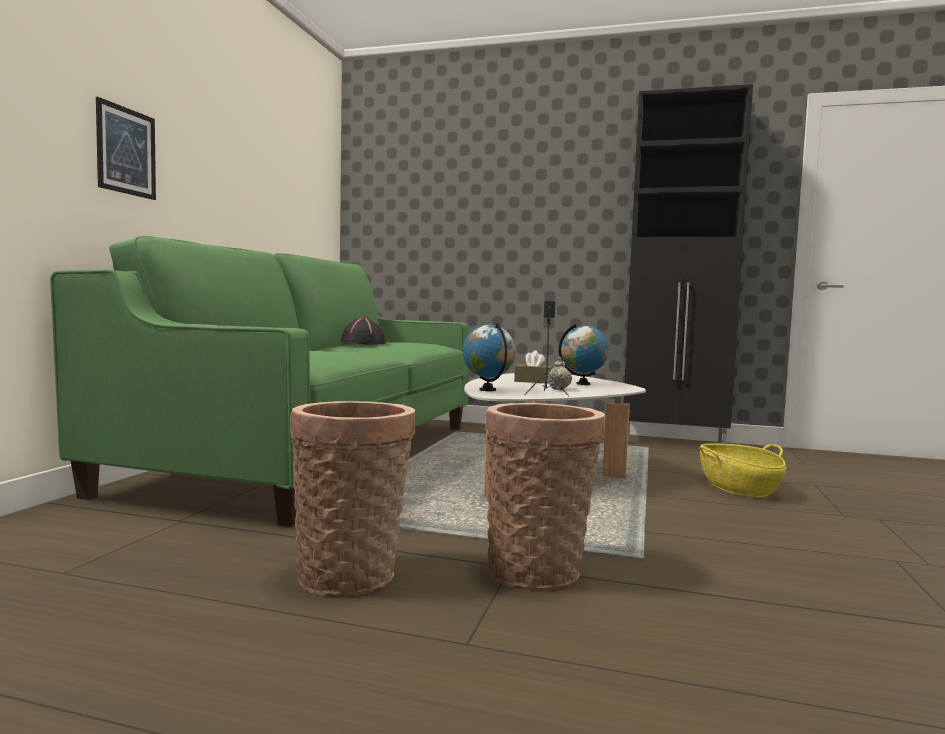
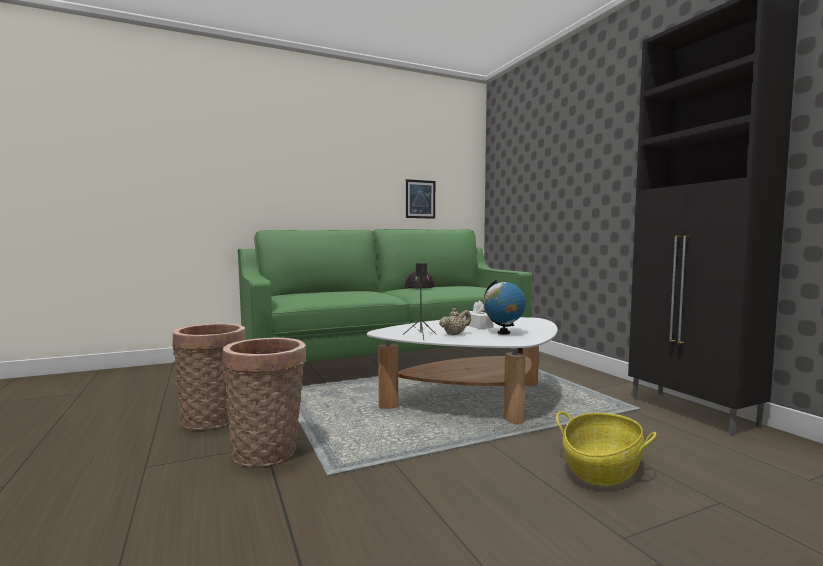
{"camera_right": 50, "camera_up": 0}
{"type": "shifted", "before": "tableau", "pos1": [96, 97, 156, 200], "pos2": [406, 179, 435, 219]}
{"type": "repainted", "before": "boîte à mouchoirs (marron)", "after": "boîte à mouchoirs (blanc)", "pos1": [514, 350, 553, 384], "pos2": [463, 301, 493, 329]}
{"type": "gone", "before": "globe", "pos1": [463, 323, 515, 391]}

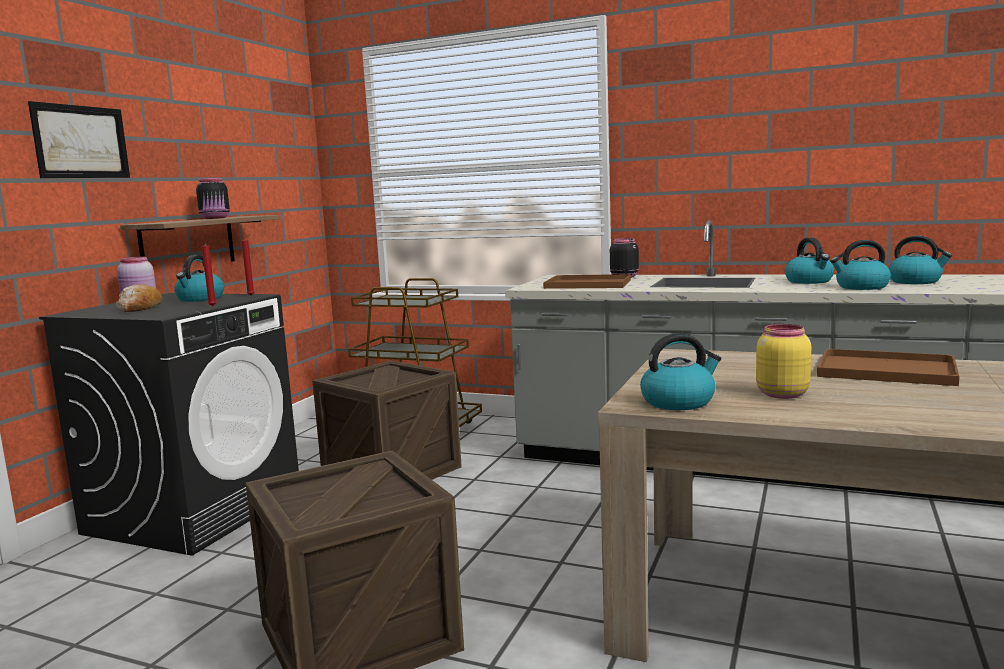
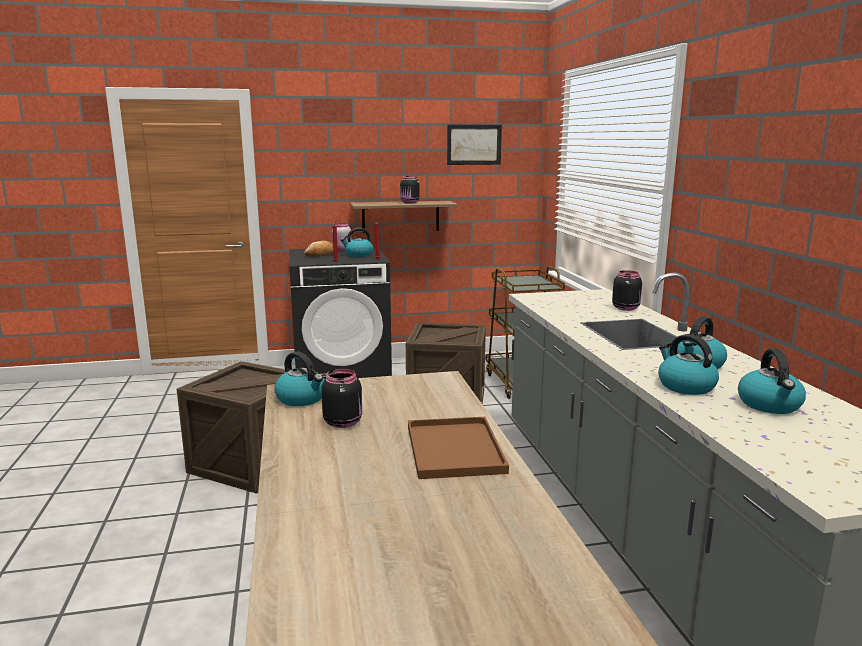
{"camera_right": 55, "camera_up": 5}
{"type": "repainted", "before": "bocal (jaune)", "after": "bocal (noir)", "pos1": [756, 324, 811, 399], "pos2": [321, 369, 362, 428]}
{"type": "shifted", "before": "tableau", "pos1": [28, 101, 130, 178], "pos2": [447, 124, 502, 165]}
{"type": "gone", "before": "plateau (marron)", "pos1": [543, 274, 631, 289]}

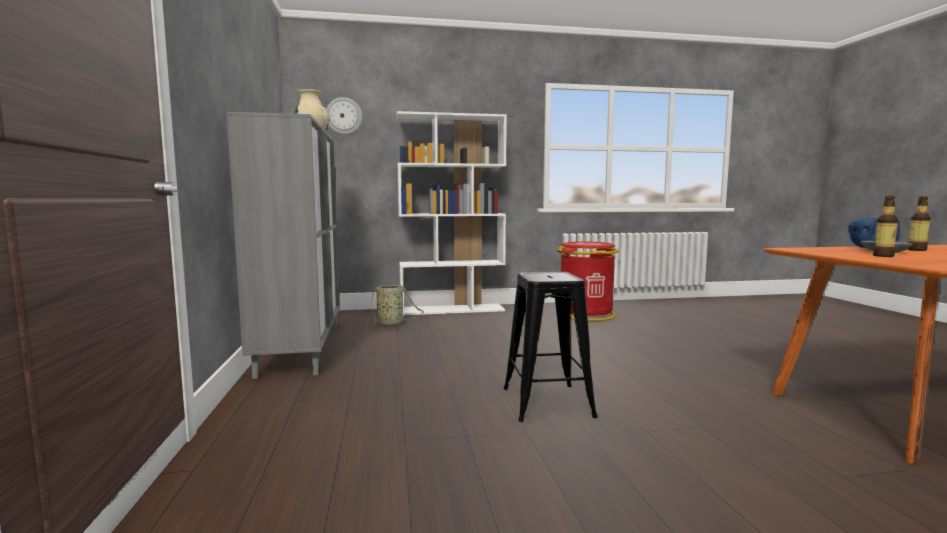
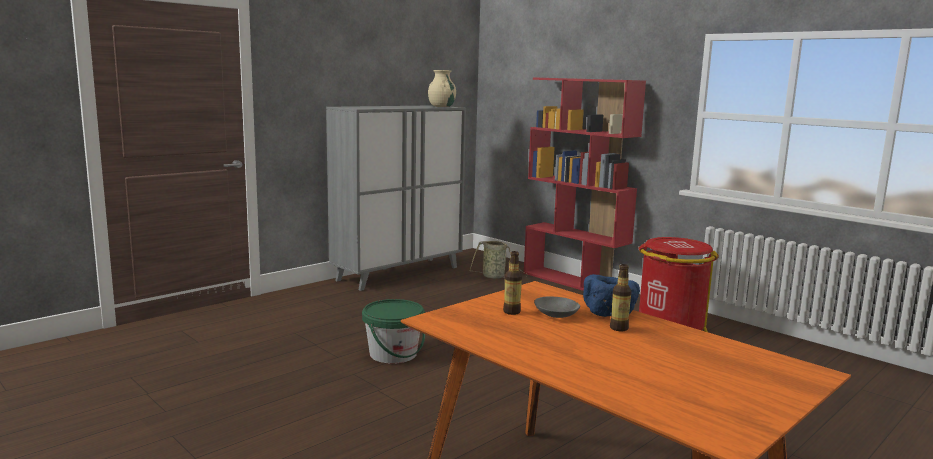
{"camera_right": 55, "camera_up": 5}
{"type": "swapped", "before": "tabouret (noir)", "after": "seau (vert)", "pos1": [503, 272, 597, 422], "pos2": [362, 299, 425, 364]}
{"type": "repainted", "before": "bibliothèque (blanc)", "after": "bibliothèque (rouge)", "pos1": [396, 111, 507, 315], "pos2": [524, 77, 646, 291]}
{"type": "gone", "before": "horloge murale", "pos1": [326, 97, 363, 135]}

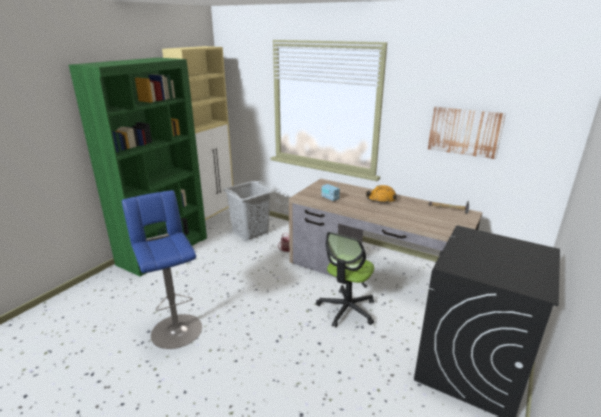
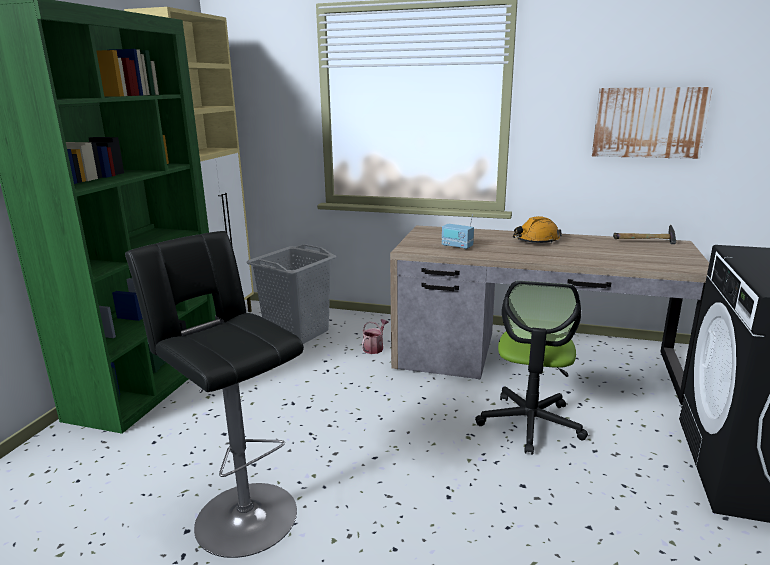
{"camera_right": -15, "camera_up": -5}
{"type": "repainted", "before": "tabouret (bleu)", "after": "tabouret (noir)", "pos1": [122, 190, 202, 349], "pos2": [125, 231, 304, 558]}

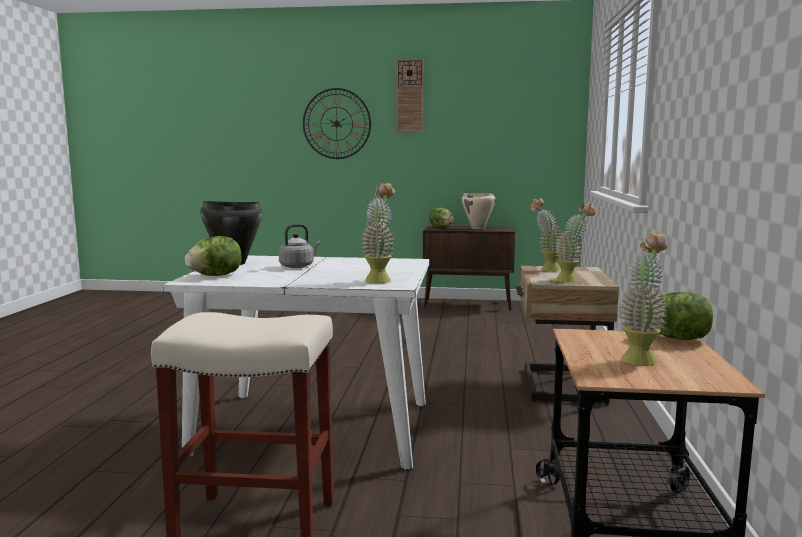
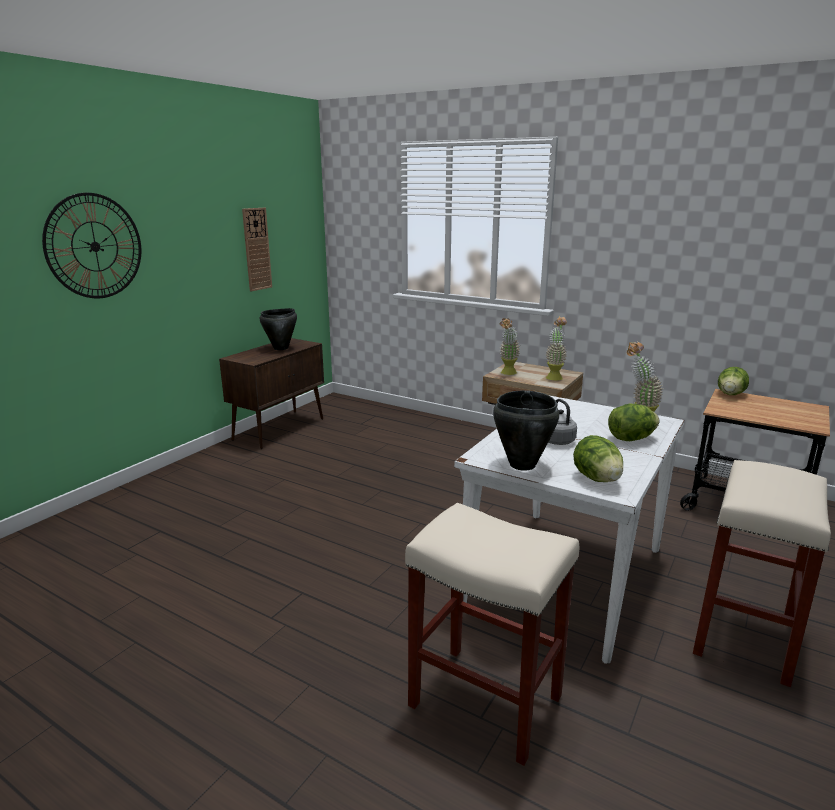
{"camera_right": -65, "camera_up": 10}
{"type": "shifted", "before": "horloge murale", "pos1": [396, 59, 423, 132], "pos2": [242, 208, 272, 291]}
{"type": "repainted", "before": "marmite (beige)", "after": "marmite (noir)", "pos1": [462, 193, 495, 229], "pos2": [260, 308, 297, 350]}
{"type": "new", "after": "tabouret (beige)", "pos2": [405, 503, 579, 766]}
{"type": "shifted", "before": "laitue", "pos1": [429, 207, 454, 228], "pos2": [608, 404, 660, 441]}
{"type": "gone", "before": "plante en pot", "pos1": [619, 233, 668, 366]}

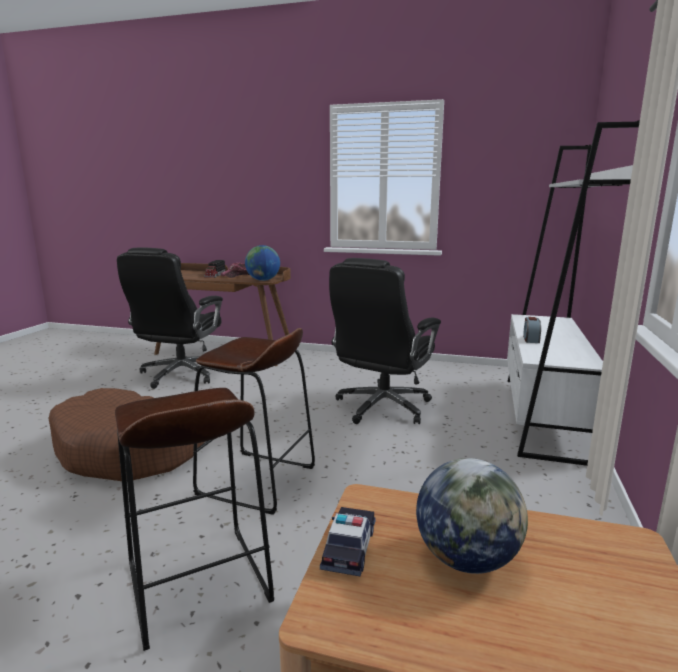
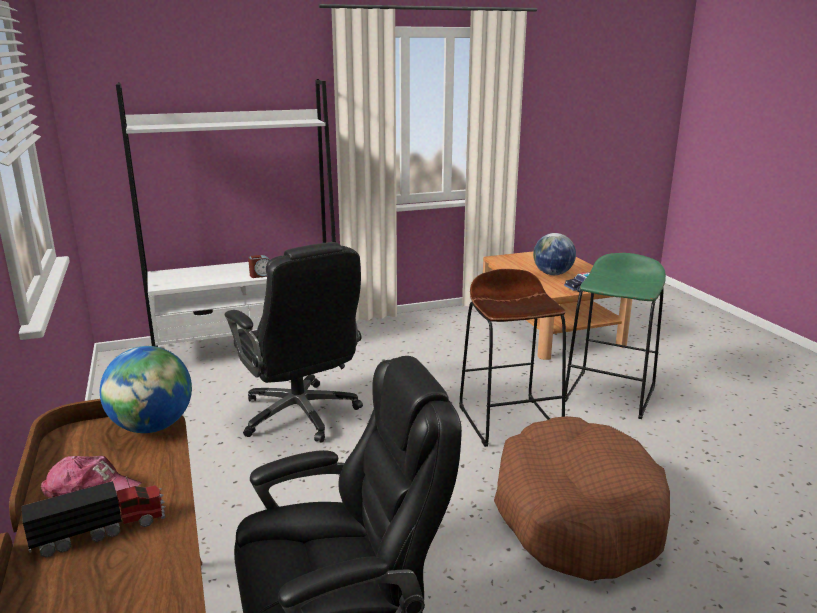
{"camera_right": -125, "camera_up": 5}
{"type": "rotated", "before": "chaise de bureau (noir)", "pos1": [329, 258, 441, 424], "pos2": [225, 242, 363, 443], "turn": 60}
{"type": "repainted", "before": "tabouret (marron)", "after": "tabouret (vert)", "pos1": [115, 388, 274, 651], "pos2": [565, 253, 666, 419]}

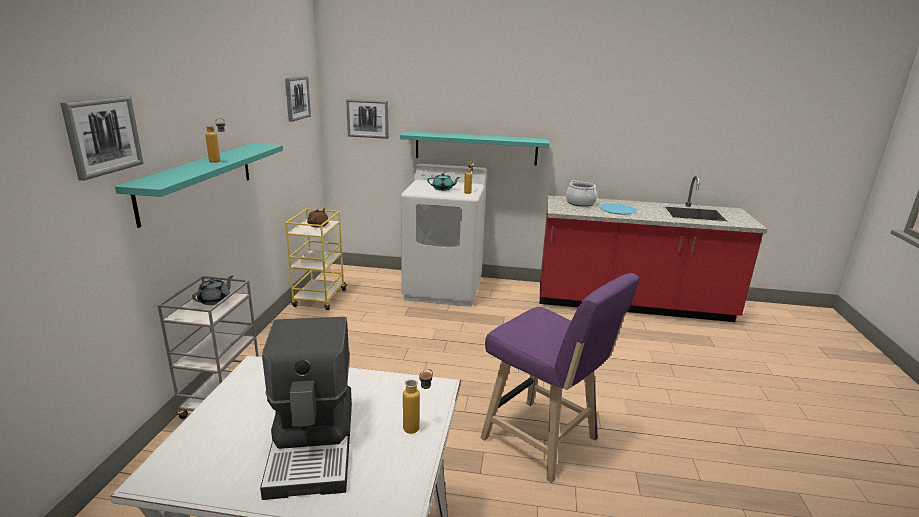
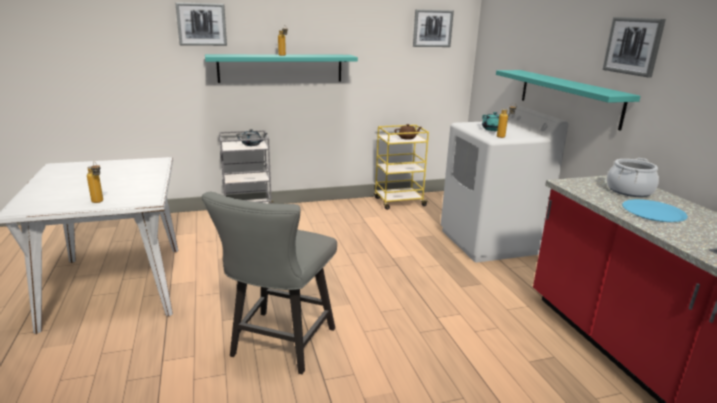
{"camera_right": 65, "camera_up": 0}
{"type": "swapped", "before": "tabouret (violet)", "after": "chaise (gris)", "pos1": [480, 273, 639, 483], "pos2": [202, 192, 337, 374]}
{"type": "shifted", "before": "tableau", "pos1": [346, 99, 389, 139], "pos2": [602, 17, 666, 78]}
{"type": "gone", "before": "machine à café", "pos1": [260, 317, 352, 500]}

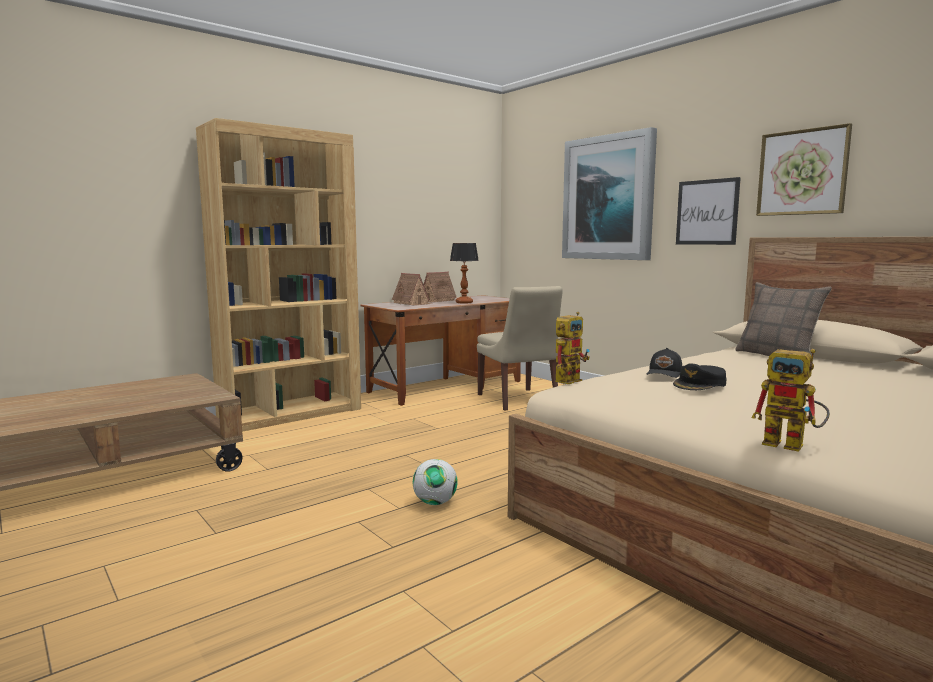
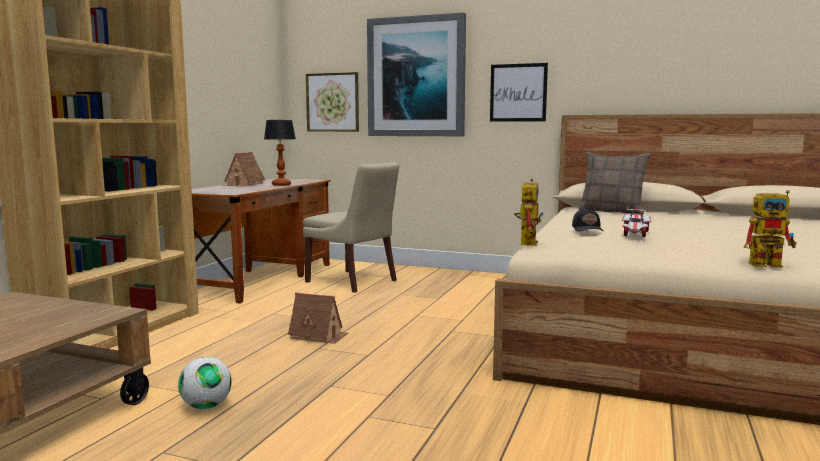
{"camera_right": -30, "camera_up": 0}
{"type": "shifted", "before": "ballon de foot", "pos1": [413, 459, 458, 505], "pos2": [178, 357, 232, 409]}
{"type": "shifted", "before": "maison miniature", "pos1": [392, 273, 432, 306], "pos2": [288, 292, 348, 344]}
{"type": "shifted", "before": "tableau", "pos1": [756, 123, 852, 216], "pos2": [306, 72, 359, 132]}
{"type": "swapped", "before": "casquette (noir)", "after": "petite voiture", "pos1": [673, 363, 727, 390], "pos2": [622, 207, 651, 237]}

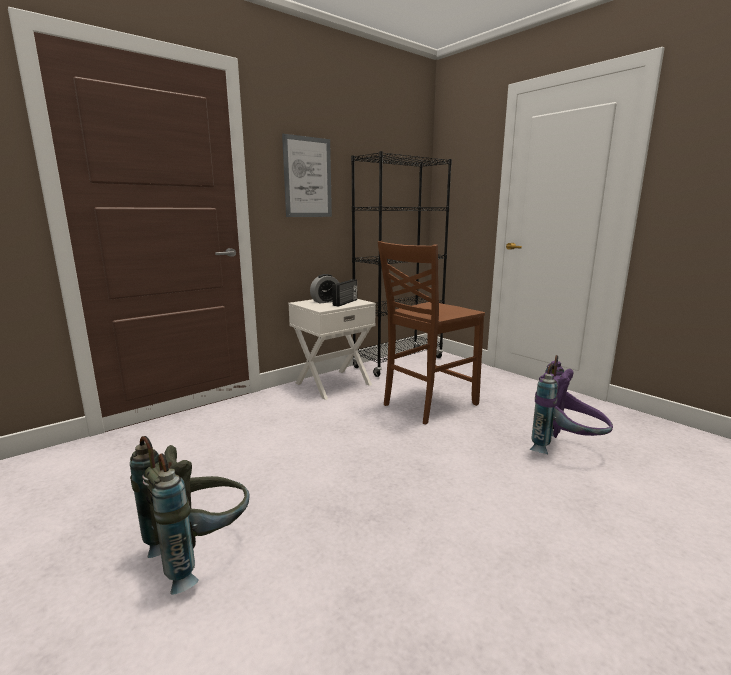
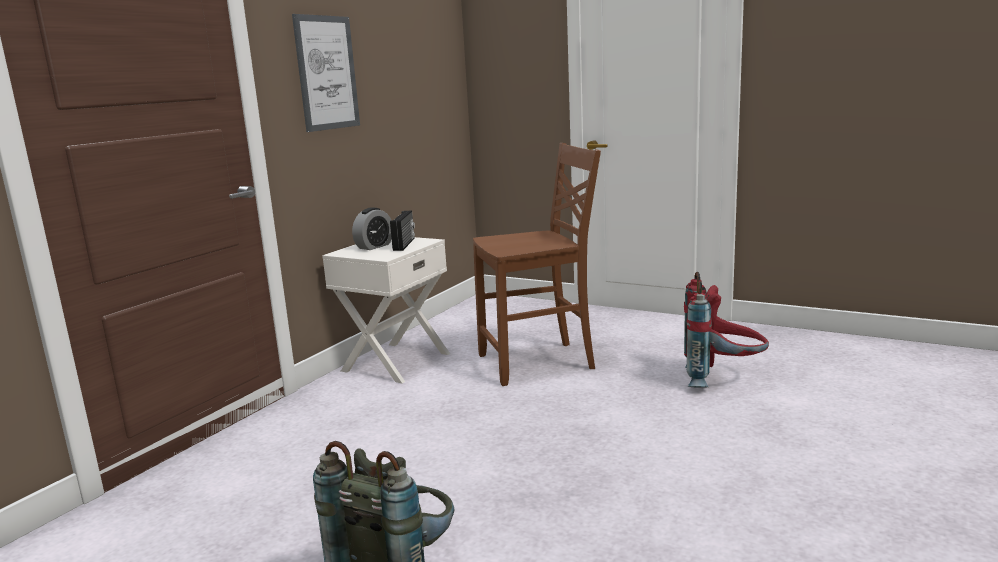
{"camera_right": -20, "camera_up": 0}
{"type": "rotated", "before": "chaise (marron)", "pos1": [378, 241, 485, 424], "pos2": [473, 143, 601, 386], "turn": -135}
{"type": "repainted", "before": "sac à dos (violet)", "after": "sac à dos (rouge)", "pos1": [530, 355, 613, 454], "pos2": [684, 272, 769, 388]}
{"type": "gone", "before": "bibliothèque (noir)", "pos1": [351, 151, 452, 377]}

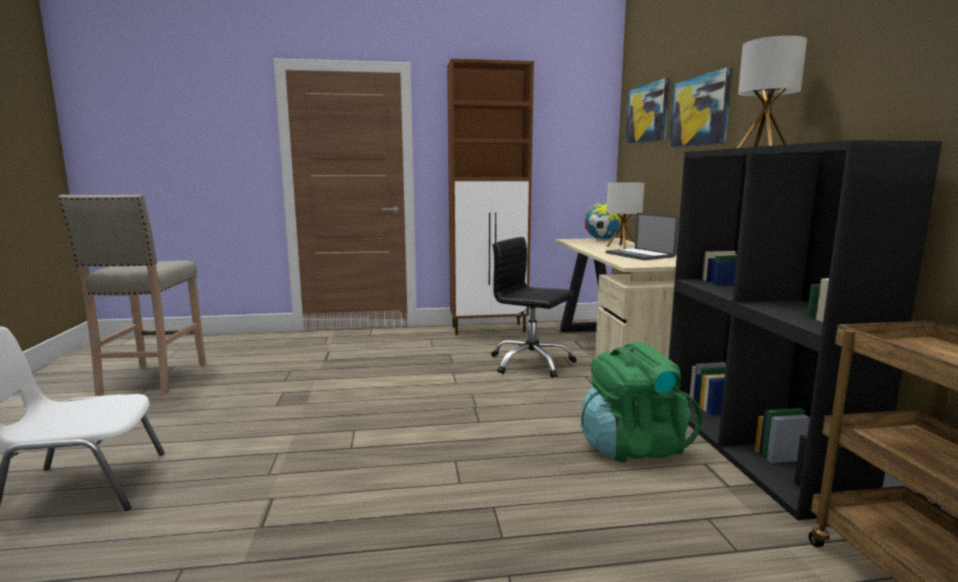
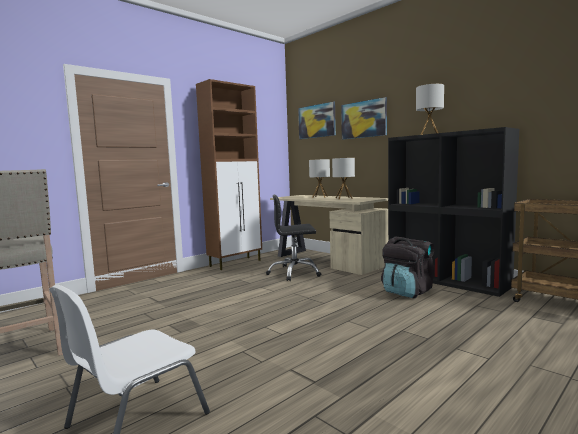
{"camera_right": -35, "camera_up": -5}
{"type": "swapped", "before": "ordinateur portable", "after": "lampe de table", "pos1": [606, 213, 679, 260], "pos2": [332, 158, 355, 199]}
{"type": "repainted", "before": "sac à dos (vert)", "after": "sac à dos (noir)", "pos1": [581, 341, 702, 462], "pos2": [381, 237, 434, 299]}
{"type": "gone", "before": "globe", "pos1": [585, 203, 623, 241]}

